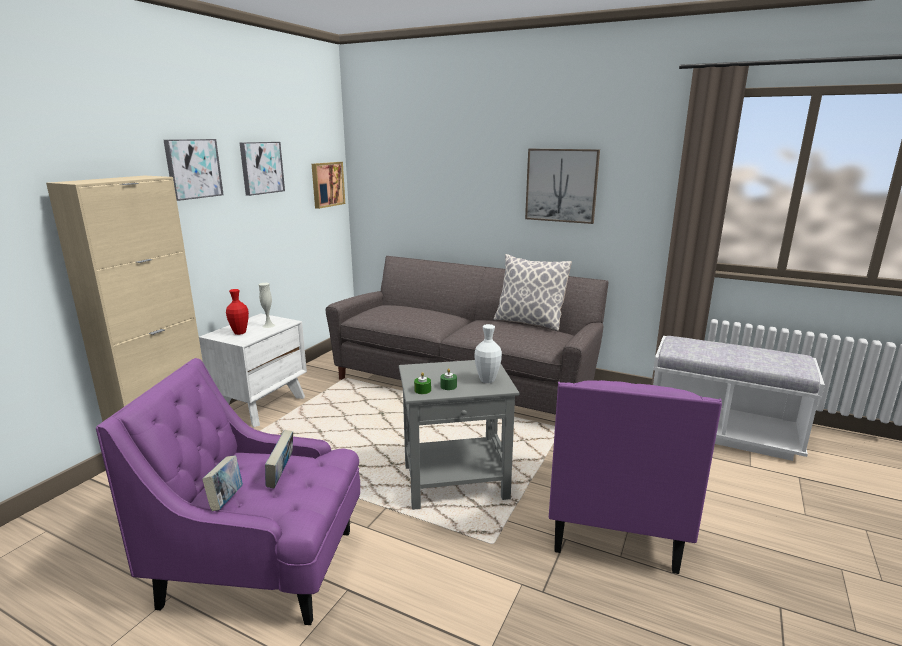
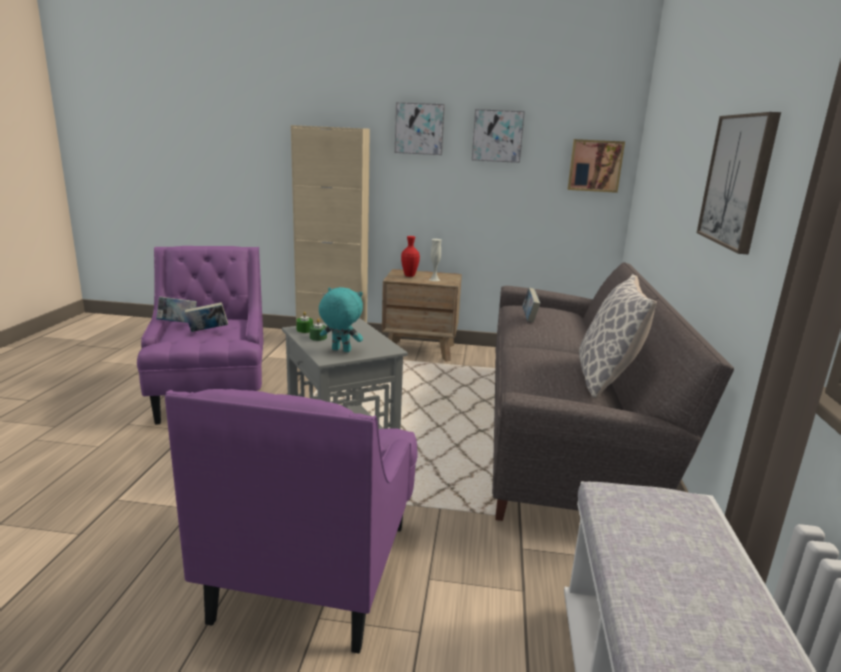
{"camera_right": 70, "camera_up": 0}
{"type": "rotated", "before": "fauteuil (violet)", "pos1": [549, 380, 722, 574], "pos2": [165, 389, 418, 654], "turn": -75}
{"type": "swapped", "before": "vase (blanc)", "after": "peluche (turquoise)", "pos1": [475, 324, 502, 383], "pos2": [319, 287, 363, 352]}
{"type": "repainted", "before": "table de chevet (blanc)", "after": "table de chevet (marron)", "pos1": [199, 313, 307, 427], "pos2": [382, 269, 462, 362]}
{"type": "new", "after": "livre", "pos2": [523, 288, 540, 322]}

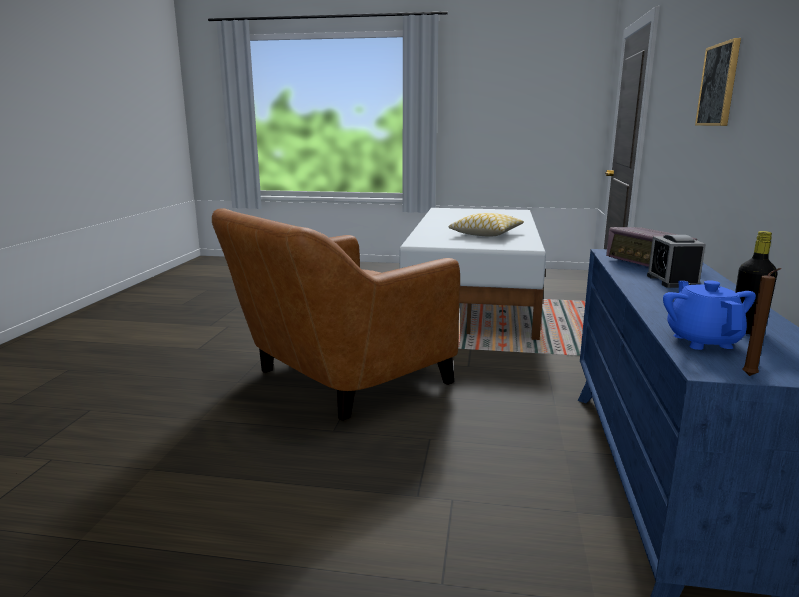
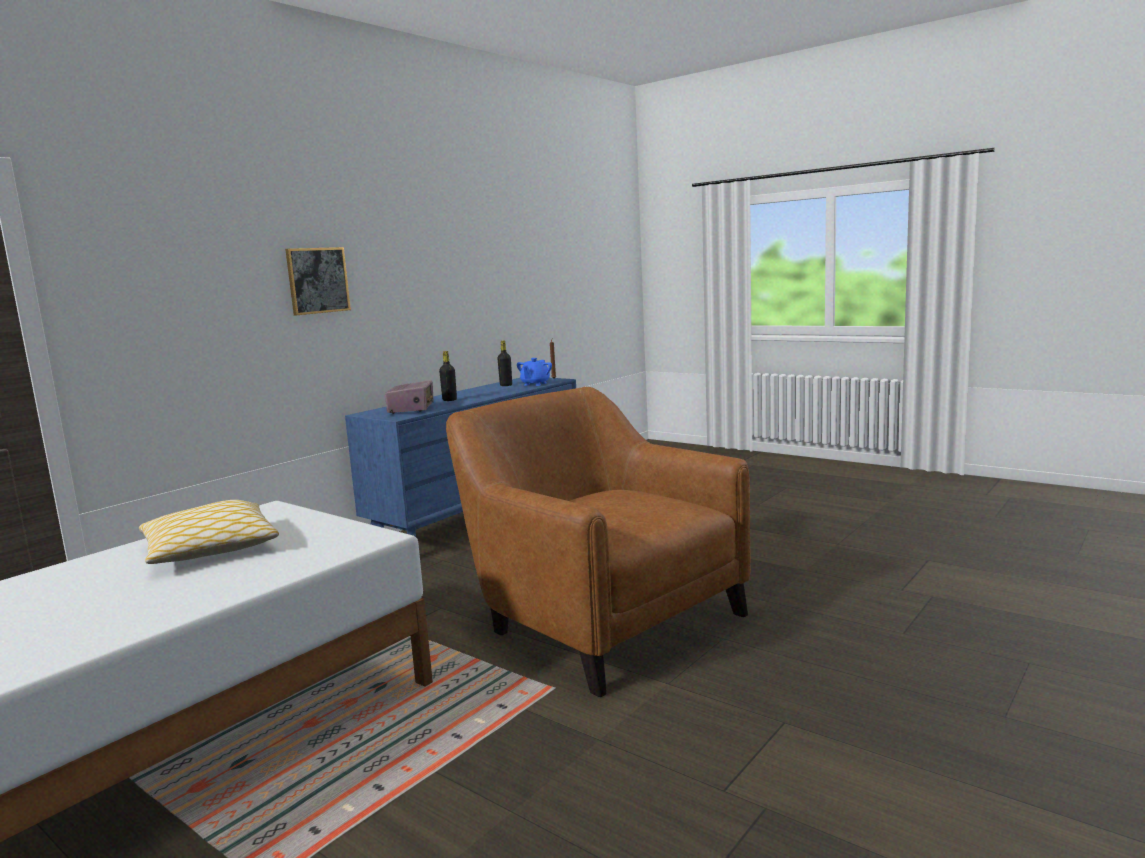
{"camera_right": -150, "camera_up": -5}
{"type": "swapped", "before": "réveil", "after": "bouteille (noir)", "pos1": [647, 235, 706, 288], "pos2": [439, 351, 457, 401]}
{"type": "rotated", "before": "fauteuil (marron)", "pos1": [212, 208, 460, 421], "pos2": [446, 387, 751, 697], "turn": -120}

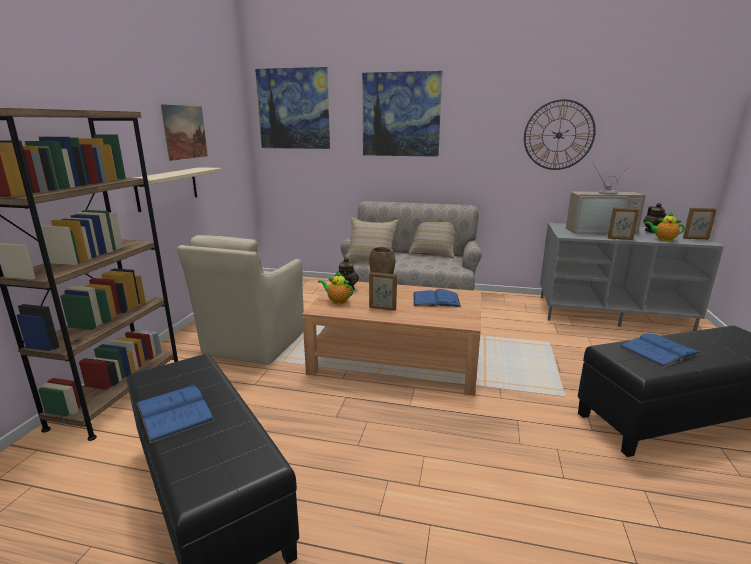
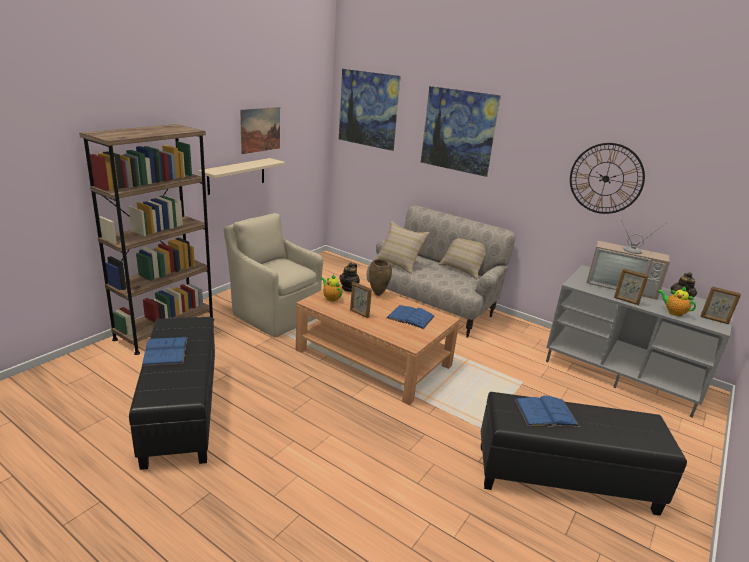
{"camera_right": 20, "camera_up": 5}
{"type": "rotated", "before": "fauteuil (beige)", "pos1": [177, 235, 304, 365], "pos2": [224, 213, 323, 337], "turn": 90}

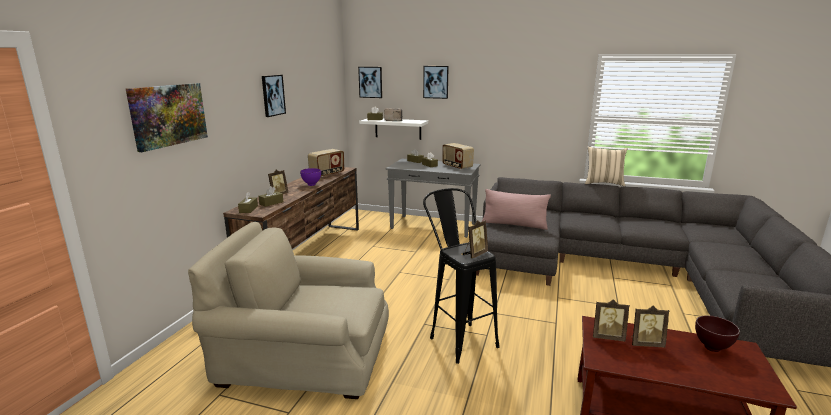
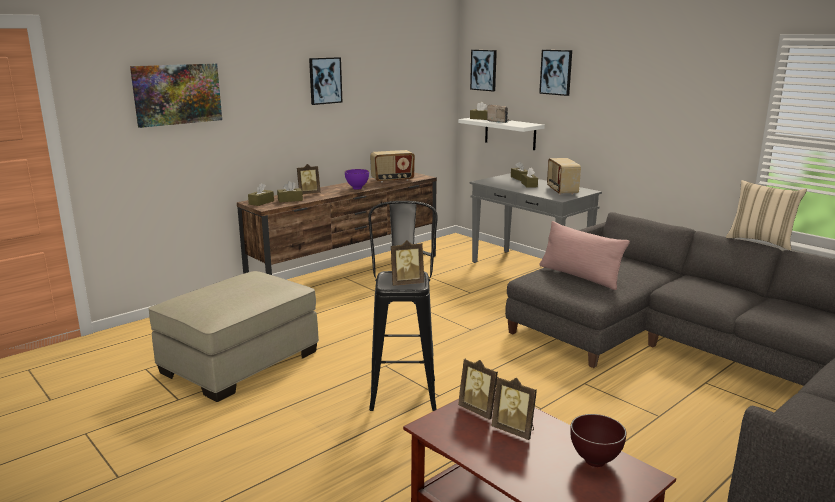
{"camera_right": 30, "camera_up": 0}
{"type": "swapped", "before": "fauteuil (beige)", "after": "pouf (beige)", "pos1": [188, 222, 389, 399], "pos2": [148, 271, 319, 402]}

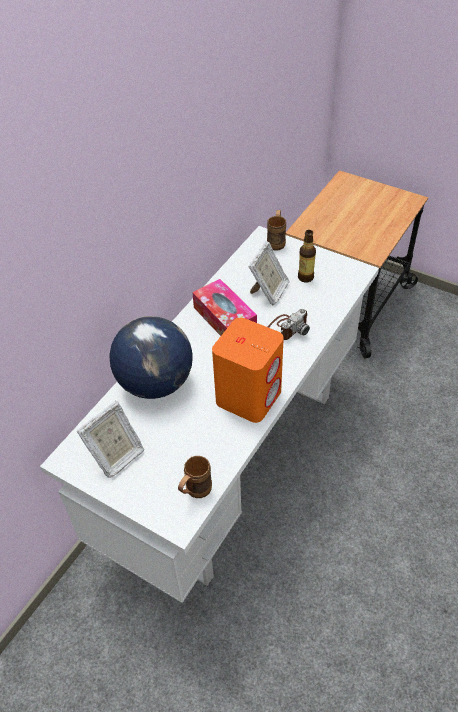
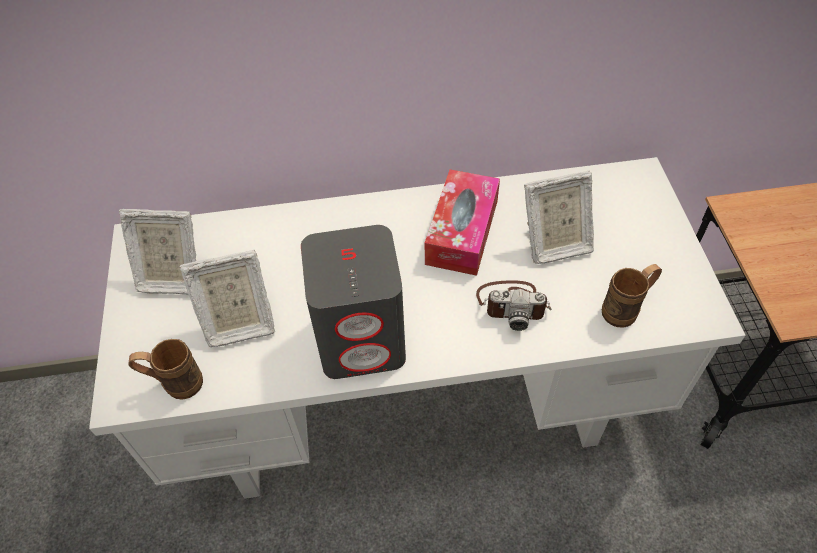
{"camera_right": 50, "camera_up": 5}
{"type": "new", "after": "cadre photo", "pos2": [179, 250, 275, 347]}
{"type": "repainted", "before": "enceinte (orange)", "after": "enceinte (gris)", "pos1": [212, 318, 284, 423], "pos2": [301, 225, 406, 379]}
{"type": "shifted", "before": "mug (marron)", "pos1": [267, 210, 286, 251], "pos2": [602, 264, 662, 328]}
{"type": "gone", "before": "globe", "pos1": [109, 316, 193, 399]}
{"type": "gone", "before": "bouteille", "pos1": [298, 230, 316, 282]}

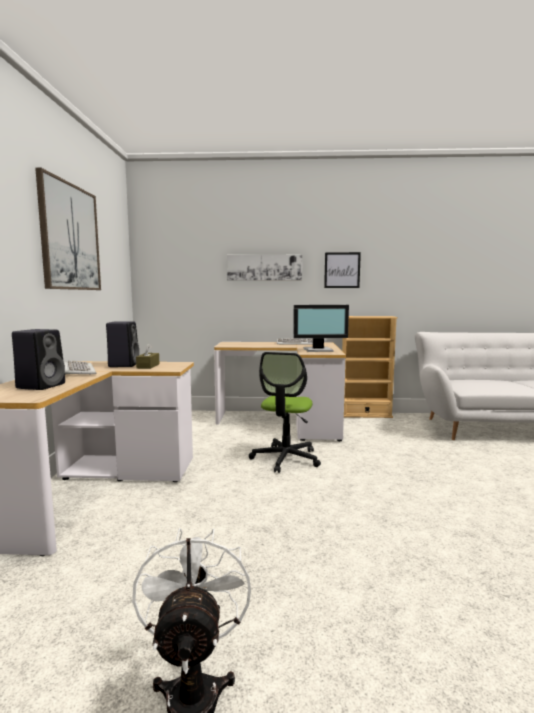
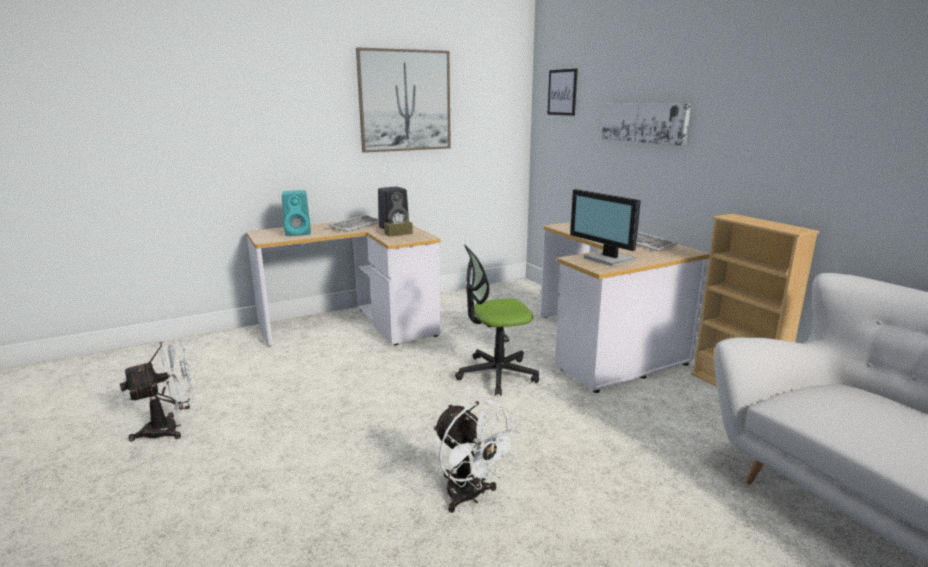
{"camera_right": 60, "camera_up": 10}
{"type": "repainted", "before": "enceinte (noir)", "after": "enceinte (turquoise)", "pos1": [12, 329, 65, 390], "pos2": [282, 190, 311, 236]}
{"type": "new", "after": "ventilateur (blanc)", "pos2": [433, 400, 521, 513]}
{"type": "shifted", "before": "tableau", "pos1": [324, 252, 361, 288], "pos2": [547, 69, 577, 116]}

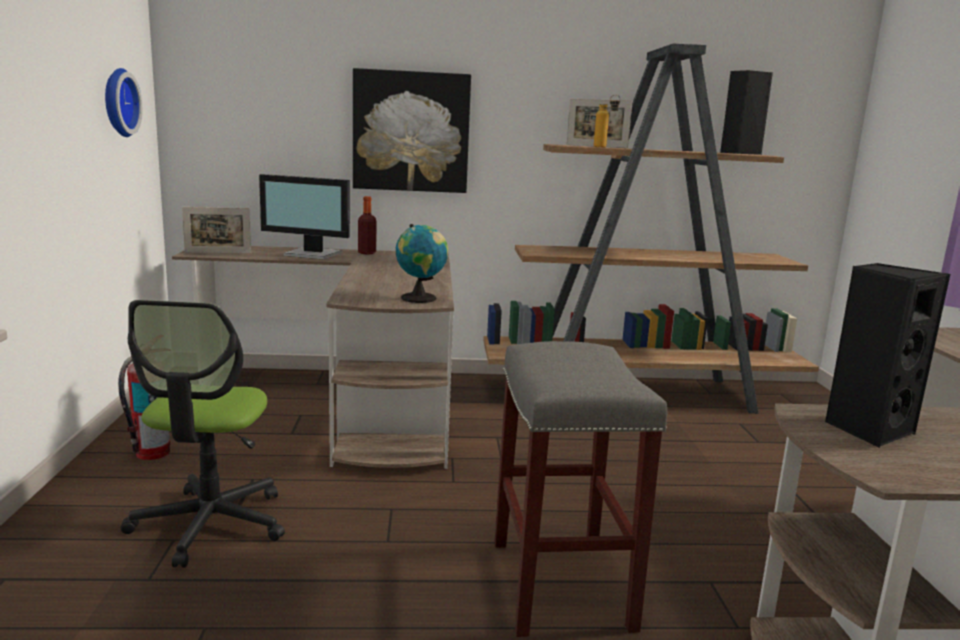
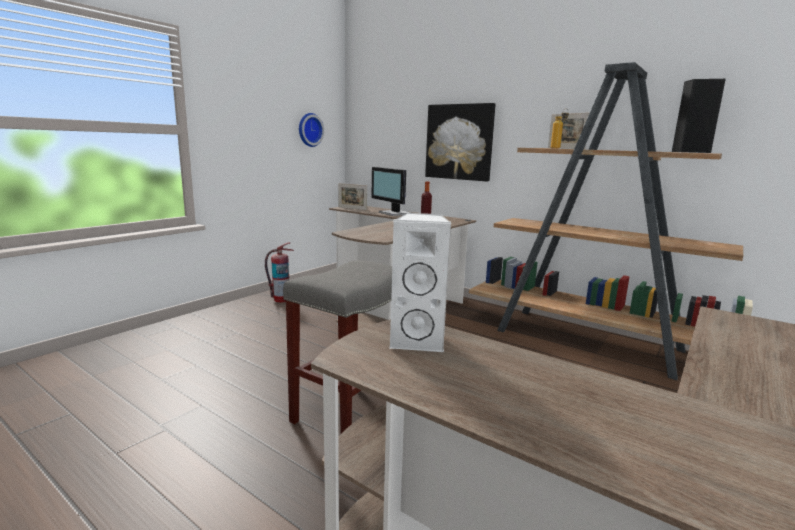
{"camera_right": 40, "camera_up": 0}
{"type": "repainted", "before": "enceinte (noir)", "after": "enceinte (blanc)", "pos1": [825, 263, 950, 448], "pos2": [390, 213, 452, 353]}
{"type": "gone", "before": "chaise de bureau", "pos1": [120, 300, 285, 568]}
{"type": "gone", "before": "globe", "pos1": [396, 224, 448, 303]}

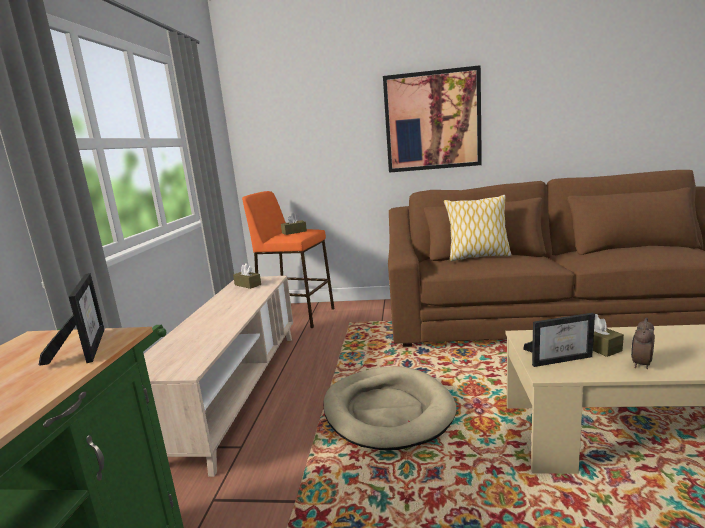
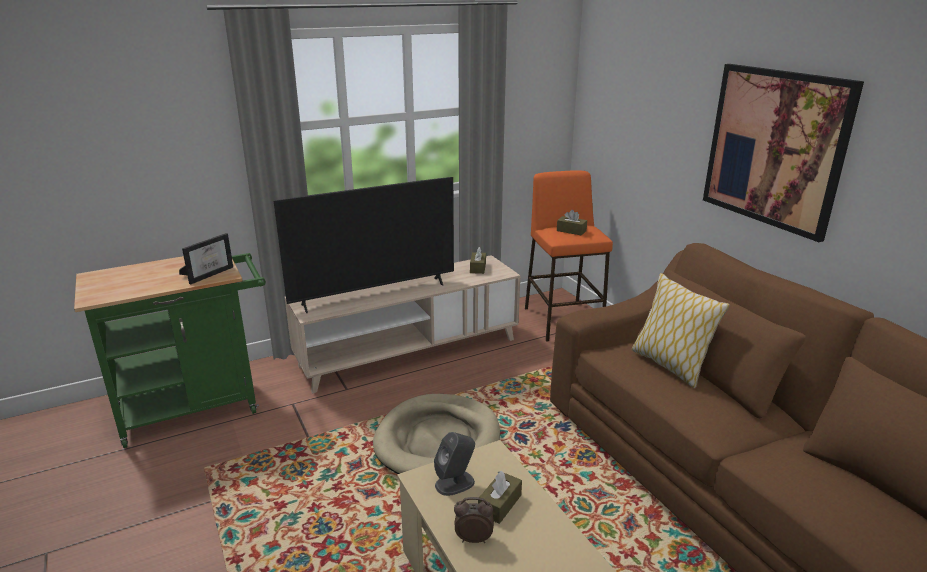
{"camera_right": 55, "camera_up": 10}
{"type": "new", "after": "téléviseur", "pos2": [274, 177, 454, 313]}
{"type": "swapped", "before": "cadre photo", "after": "enceinte (gris)", "pos1": [523, 313, 595, 367], "pos2": [434, 432, 475, 496]}

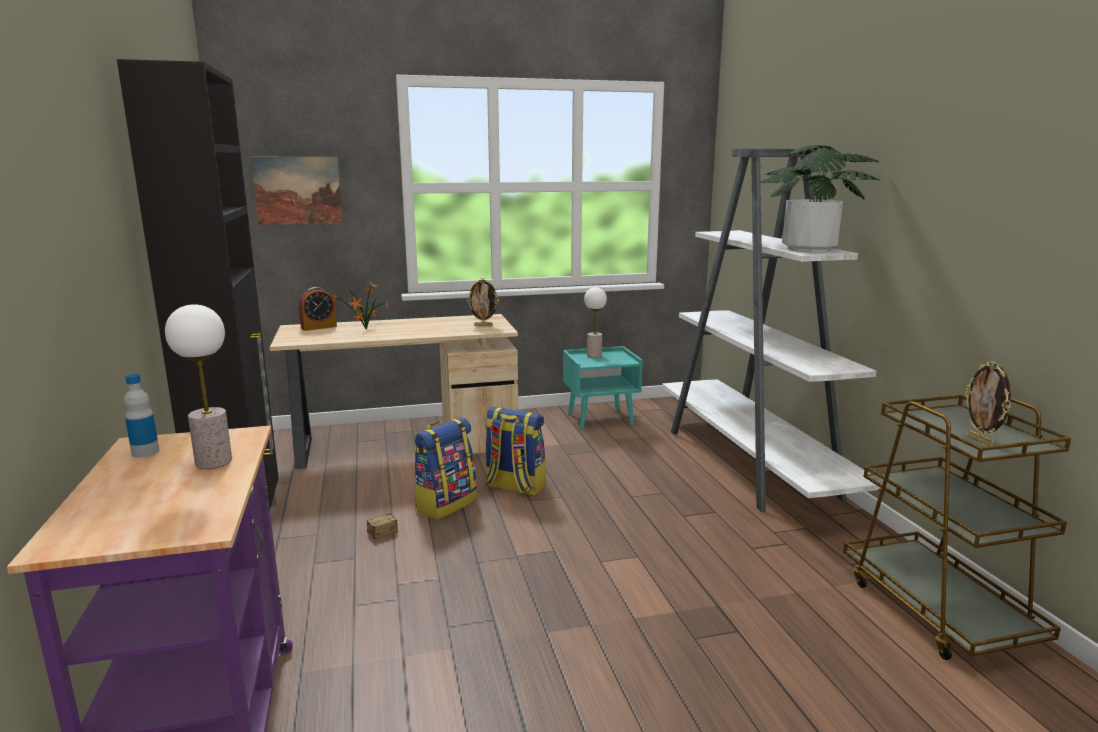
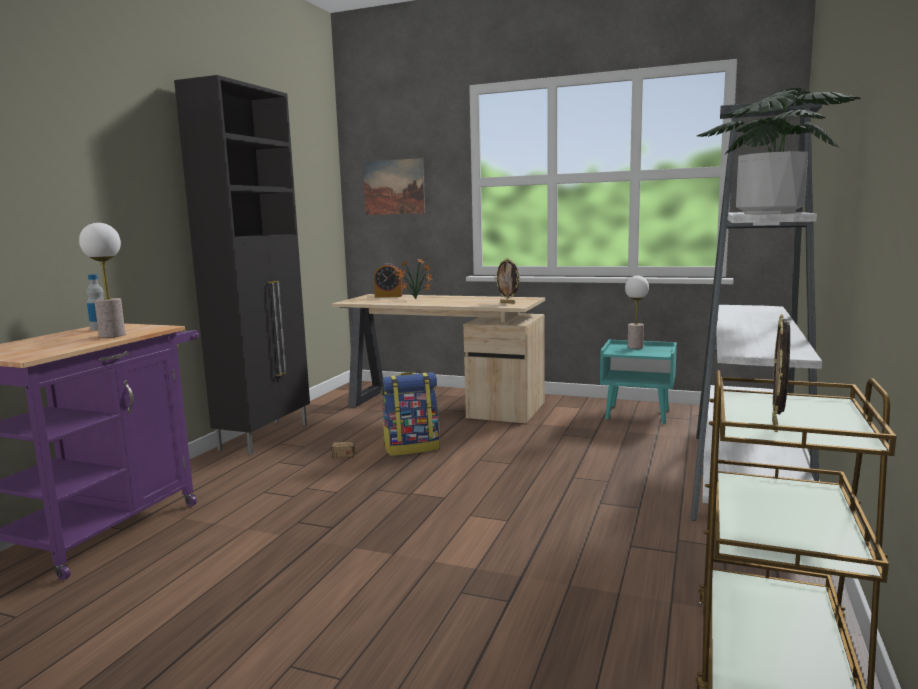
{"camera_right": 35, "camera_up": -5}
{"type": "gone", "before": "sac à dos", "pos1": [485, 407, 546, 496]}

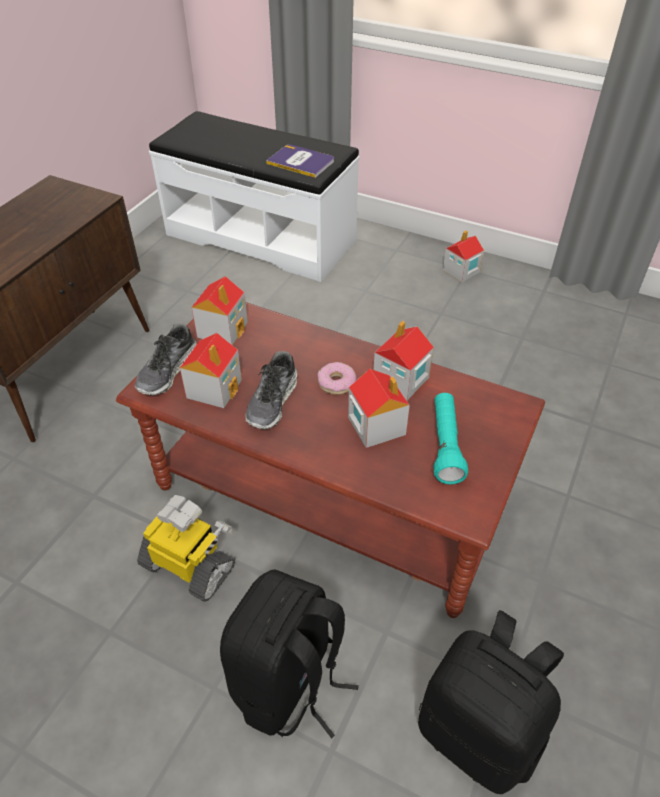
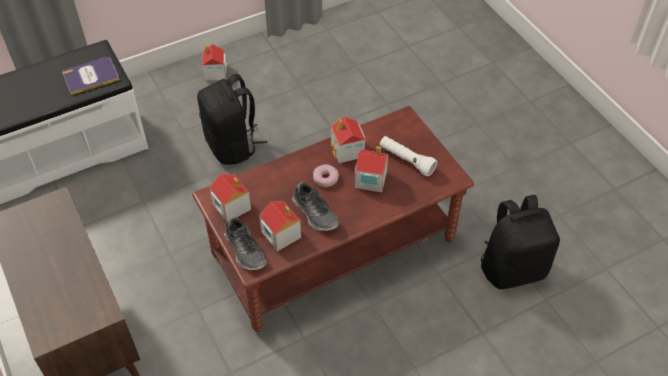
{"camera_right": -55, "camera_up": 5}
{"type": "shifted", "before": "sac à dos (noir)", "pos1": [220, 570, 359, 738], "pos2": [197, 74, 267, 165]}
{"type": "repainted", "before": "lampe de poche (turquoise)", "after": "lampe de poche (blanc)", "pos1": [433, 393, 468, 484], "pos2": [380, 136, 437, 176]}
{"type": "gone", "before": "robot jouet", "pos1": [137, 495, 235, 602]}

